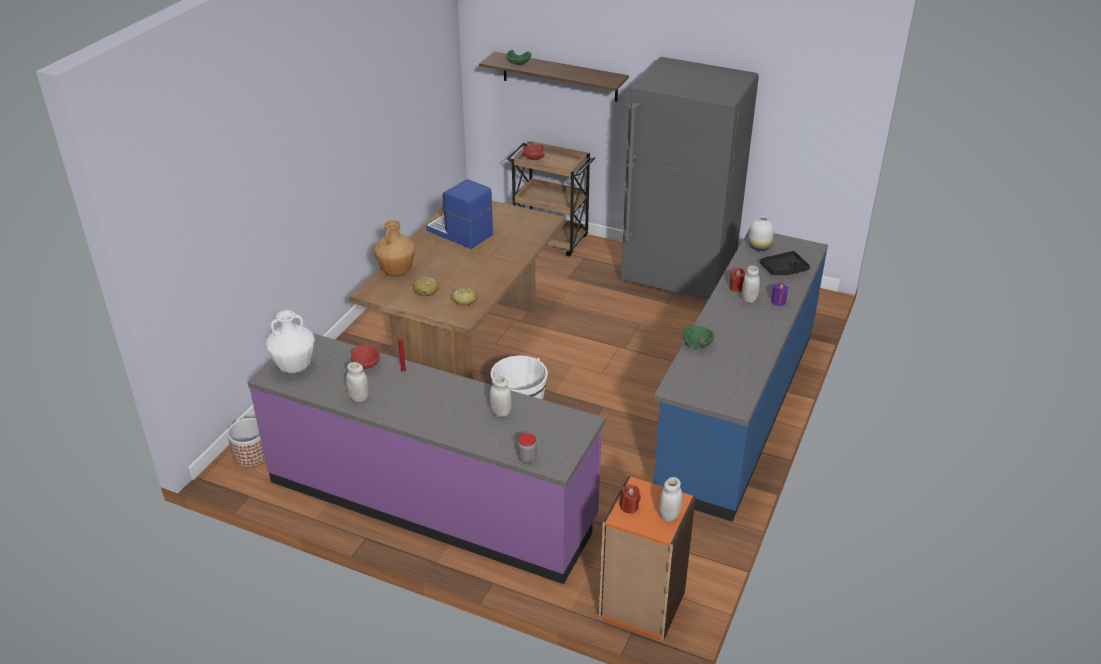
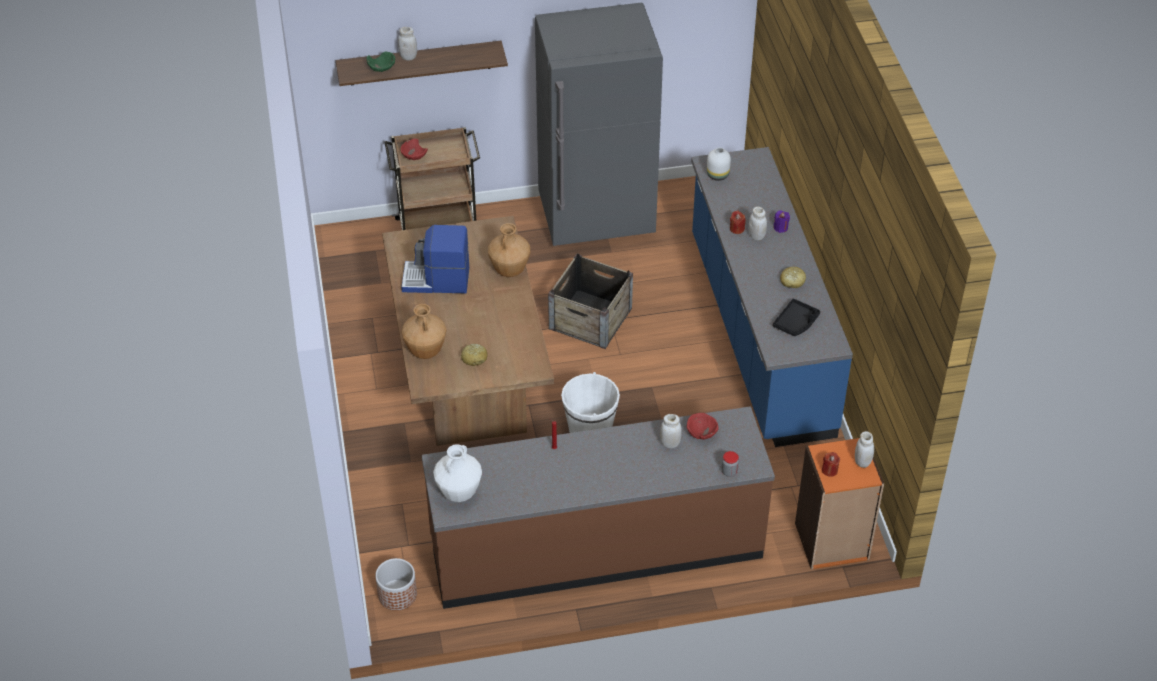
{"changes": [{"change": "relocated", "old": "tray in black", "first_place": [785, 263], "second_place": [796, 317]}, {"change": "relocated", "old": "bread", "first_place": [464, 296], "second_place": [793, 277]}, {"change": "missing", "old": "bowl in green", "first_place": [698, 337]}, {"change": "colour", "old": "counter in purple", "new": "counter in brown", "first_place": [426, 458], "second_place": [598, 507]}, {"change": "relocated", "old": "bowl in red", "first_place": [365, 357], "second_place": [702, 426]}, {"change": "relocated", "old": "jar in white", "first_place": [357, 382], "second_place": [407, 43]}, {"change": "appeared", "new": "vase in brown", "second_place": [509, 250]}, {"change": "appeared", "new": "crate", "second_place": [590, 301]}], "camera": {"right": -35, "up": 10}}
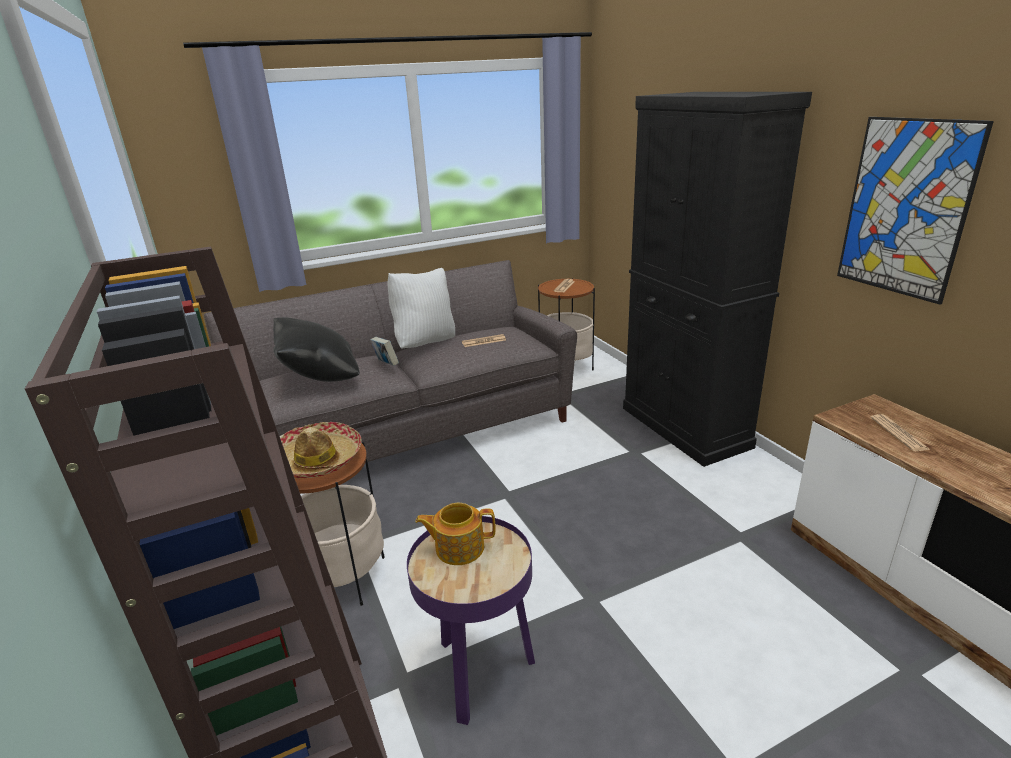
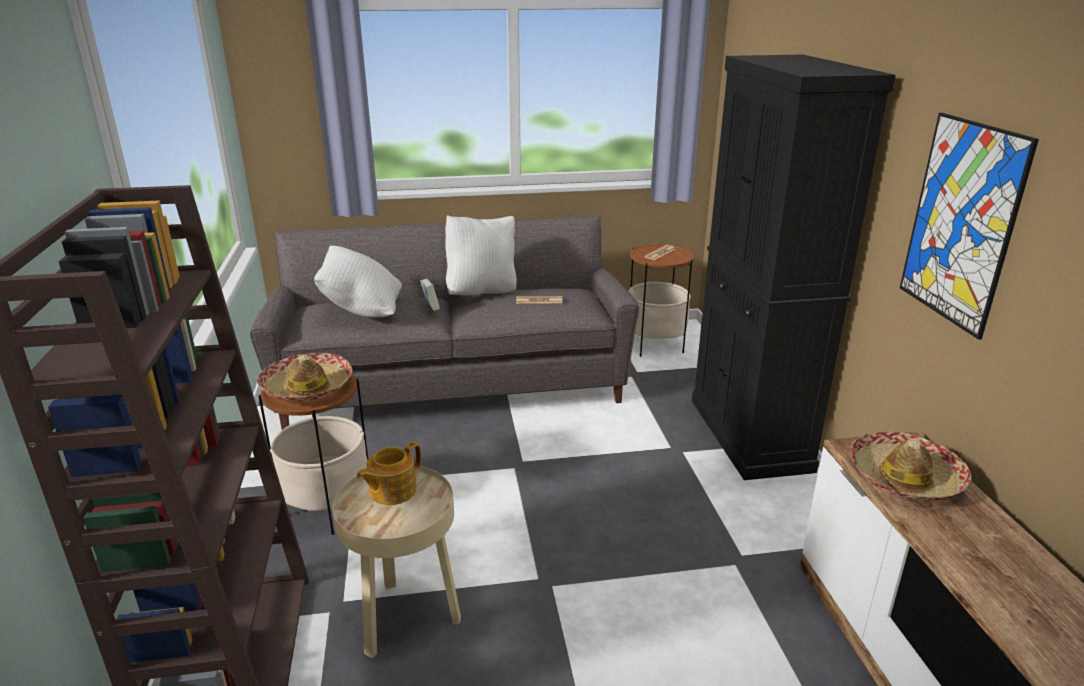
{"changes": [{"change": "colour", "old": "pillow in black", "new": "pillow in white", "first_place": [316, 349], "second_place": [358, 281]}, {"change": "exchanged", "old": "newspaper", "new": "hat", "first_place": [900, 432], "second_place": [911, 466]}, {"change": "spun", "old": "teapot", "first_place": [455, 534], "second_place": [388, 473], "degrees": -60}, {"change": "colour", "old": "side table in purple", "new": "side table in beige", "first_place": [471, 620], "second_place": [396, 562]}], "camera": {"right": 15, "up": 0}}
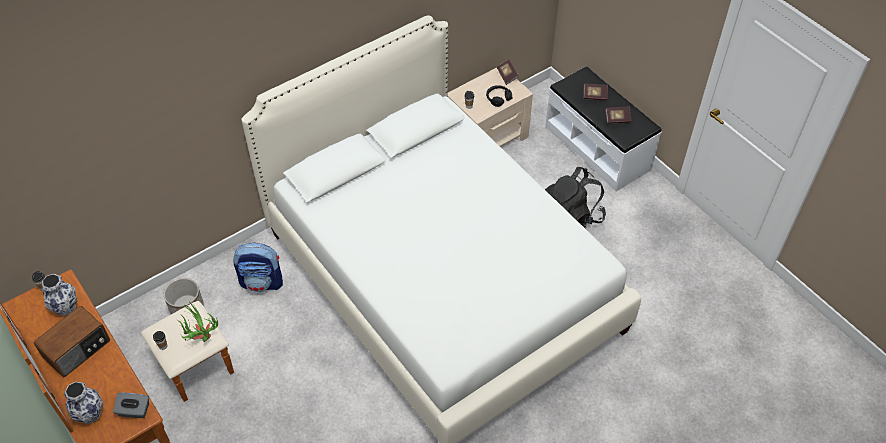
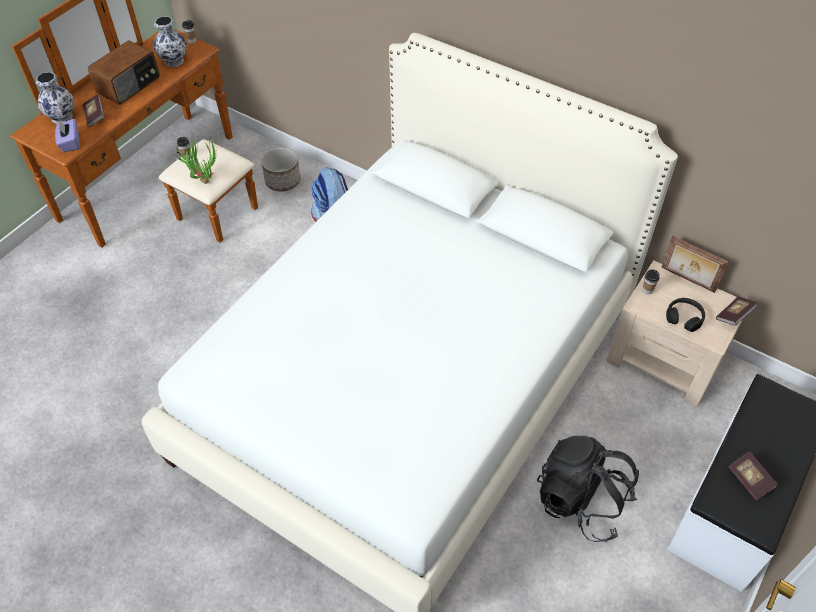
{"changes": [{"change": "relocated", "old": "book", "first_place": [596, 92], "second_place": [93, 110]}, {"change": "spun", "old": "radio", "first_place": [72, 341], "second_place": [124, 72], "degrees": -75}, {"change": "colour", "old": "tissue box in grey", "new": "tissue box in purple", "first_place": [131, 405], "second_place": [67, 135]}, {"change": "appeared", "new": "picture frame", "second_place": [695, 264]}], "camera": {"right": 70, "up": 0}}
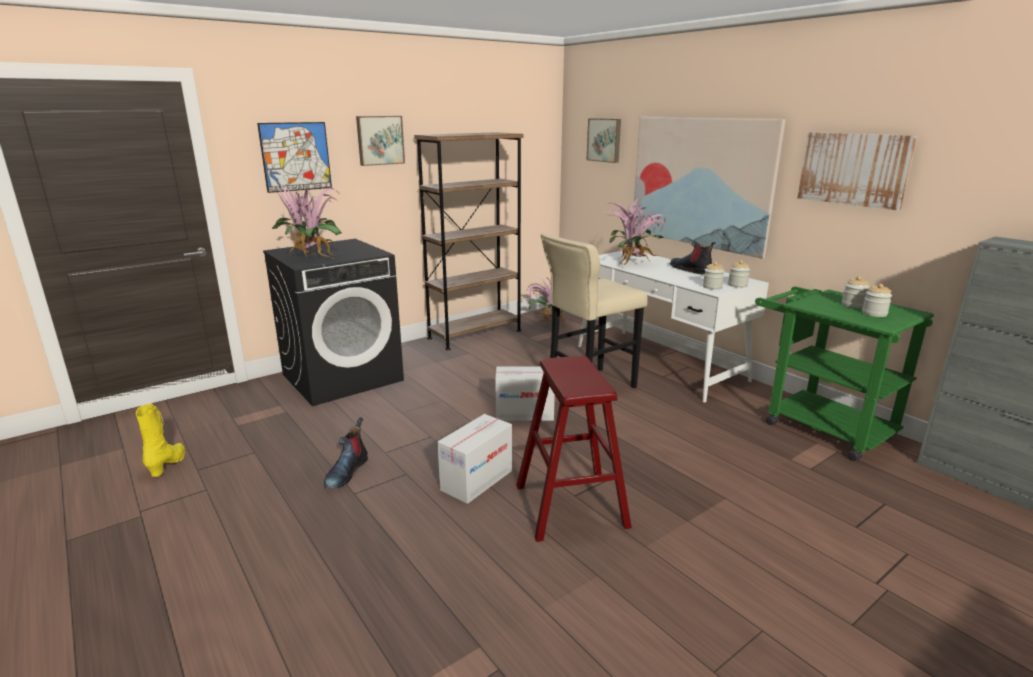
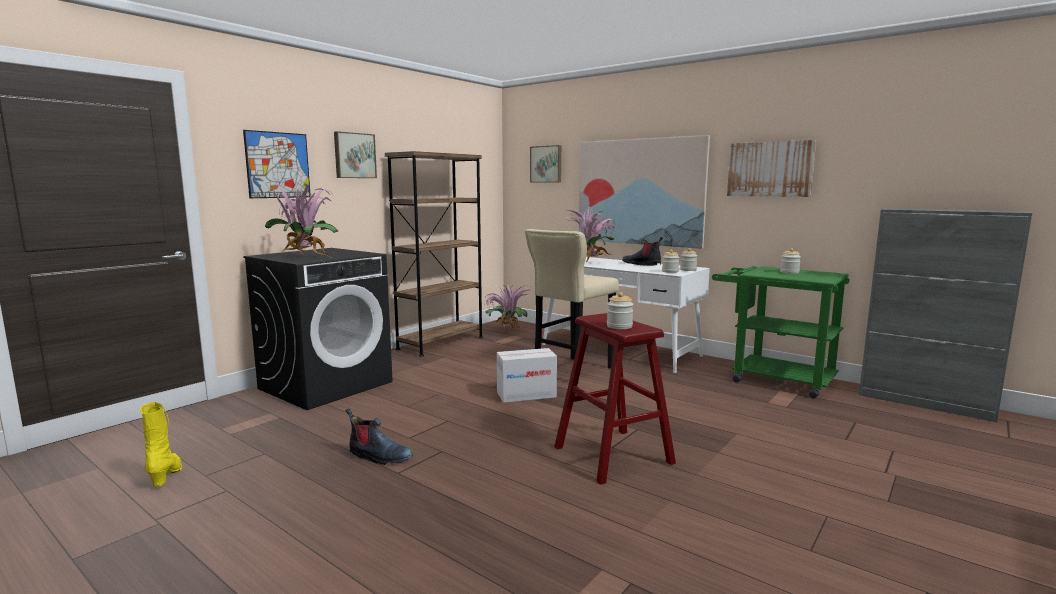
{"changes": [{"change": "relocated", "old": "jar", "first_place": [877, 300], "second_place": [620, 310]}, {"change": "missing", "old": "cardboard box", "first_place": [474, 459]}, {"change": "spun", "old": "boot", "first_place": [346, 453], "second_place": [379, 437], "degrees": -75}], "camera": {"right": -15, "up": -10}}
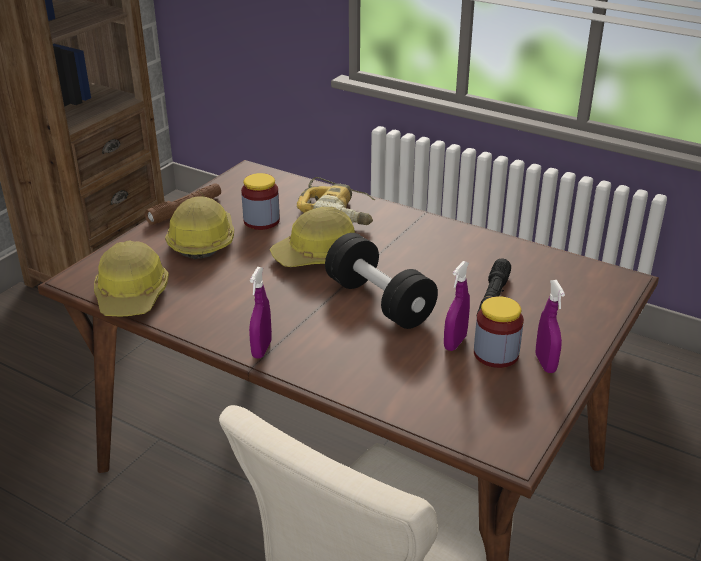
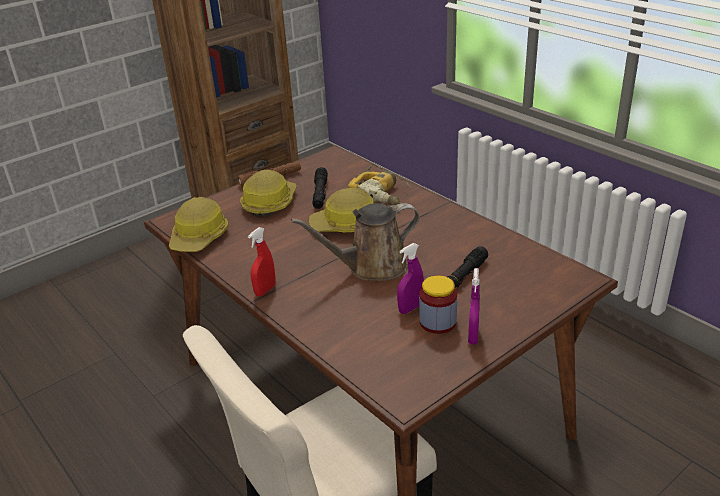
{"changes": [{"change": "exchanged", "old": "jar", "new": "flashlight in black", "first_place": [260, 201], "second_place": [320, 188]}, {"change": "exchanged", "old": "dumbbell in black", "new": "watering can in brown", "first_place": [381, 281], "second_place": [355, 242]}, {"change": "colour", "old": "spray bottle in purple", "new": "spray bottle in red", "first_place": [260, 312], "second_place": [262, 261]}], "camera": {"right": 20, "up": 0}}
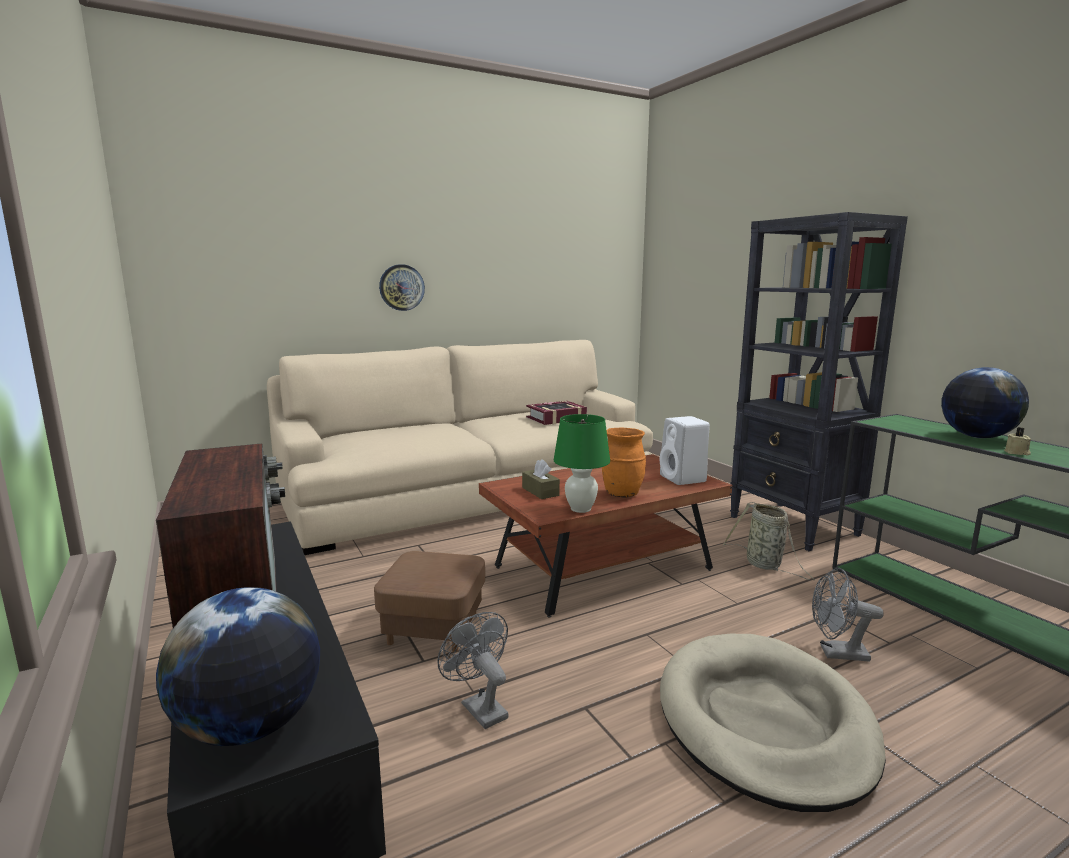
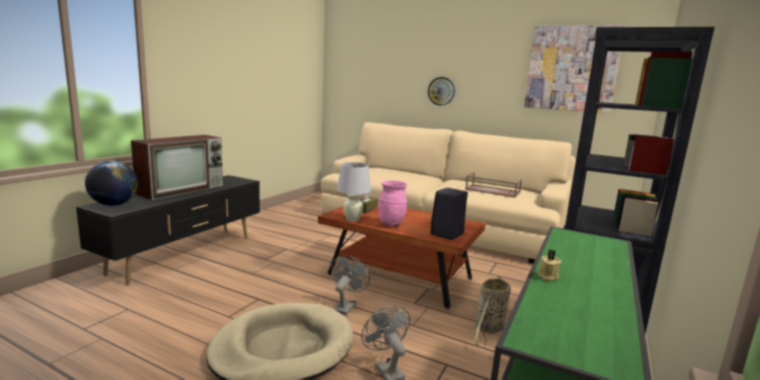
{"changes": [{"change": "missing", "old": "globe", "first_place": [985, 402]}, {"change": "exchanged", "old": "book", "new": "tray in brown", "first_place": [556, 413], "second_place": [493, 185]}, {"change": "colour", "old": "table lamp in green", "new": "table lamp in white", "first_place": [582, 463], "second_place": [354, 192]}, {"change": "colour", "old": "speaker in white", "new": "speaker in black", "first_place": [685, 450], "second_place": [449, 214]}, {"change": "colour", "old": "vase in orange", "new": "vase in pink", "first_place": [624, 462], "second_place": [392, 203]}, {"change": "missing", "old": "ottoman in brown", "first_place": [429, 601]}, {"change": "relocated", "old": "fan in grey", "first_place": [473, 670], "second_place": [350, 285]}, {"change": "appeared", "new": "picture", "second_place": [575, 69]}], "camera": {"right": 55, "up": 0}}
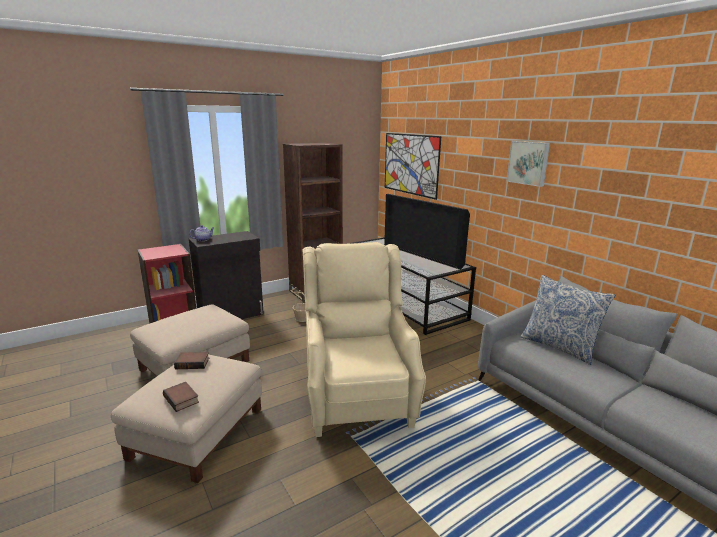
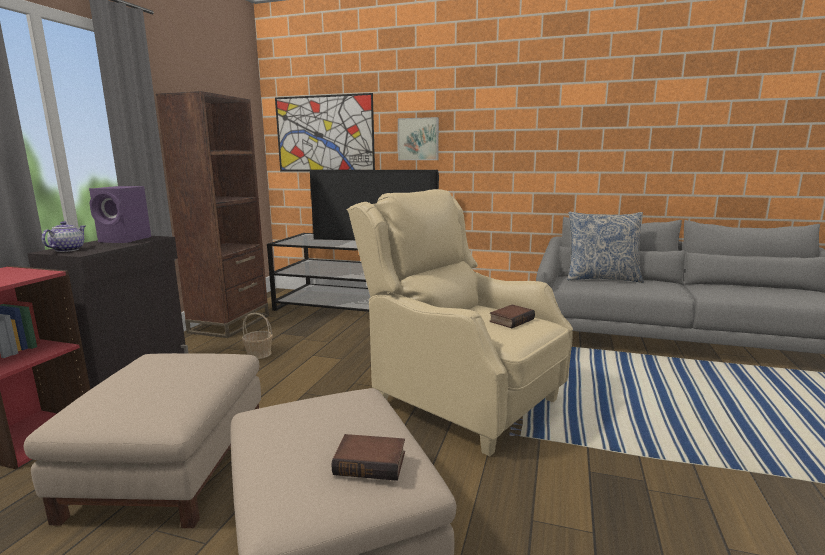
{"changes": [{"change": "relocated", "old": "picture", "first_place": [528, 164], "second_place": [418, 138]}, {"change": "relocated", "old": "book", "first_place": [191, 360], "second_place": [512, 316]}, {"change": "appeared", "new": "speaker in purple", "second_place": [120, 214]}], "camera": {"right": -40, "up": -5}}
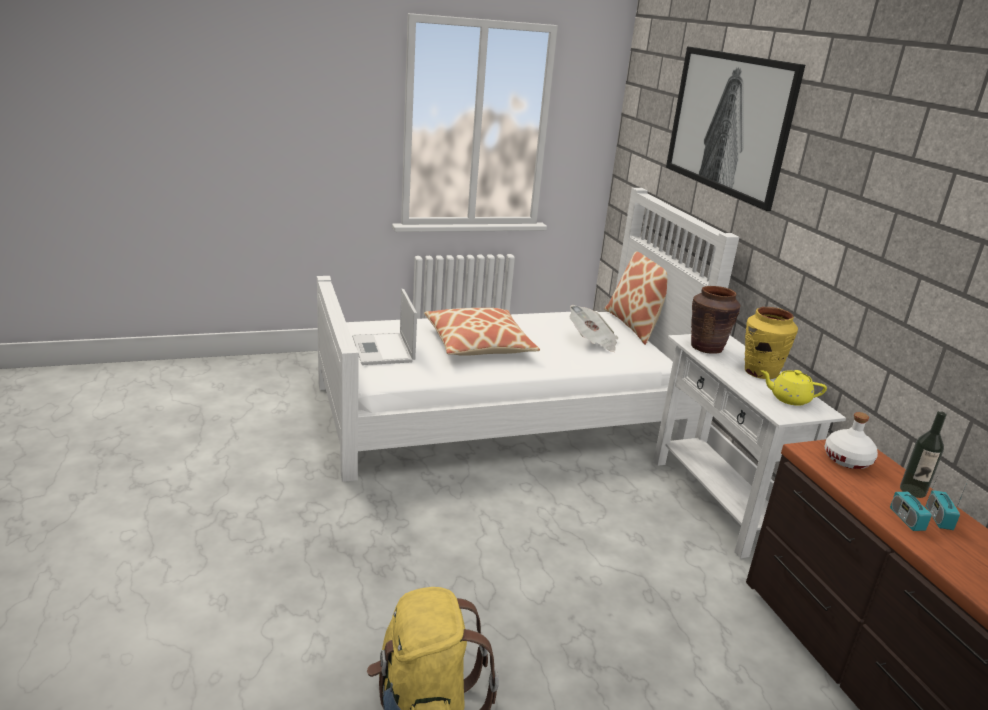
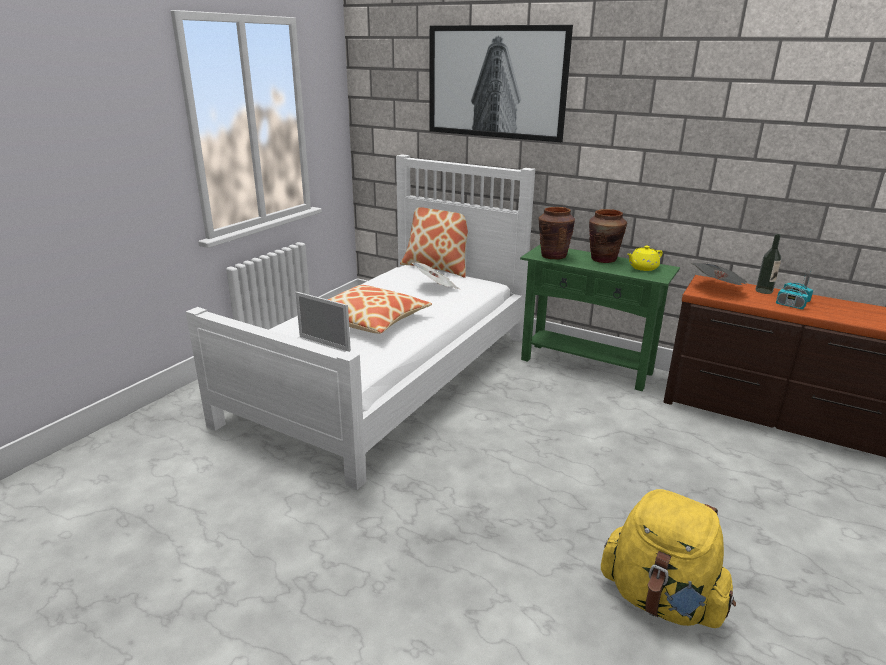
{"changes": [{"change": "colour", "old": "vase in yellow", "new": "vase in brown", "first_place": [771, 343], "second_place": [608, 236]}, {"change": "colour", "old": "console table in white", "new": "console table in green", "first_place": [749, 446], "second_place": [600, 318]}, {"change": "exchanged", "old": "bottle in white", "new": "newspaper", "first_place": [851, 440], "second_place": [719, 274]}], "camera": {"right": -40, "up": 0}}
